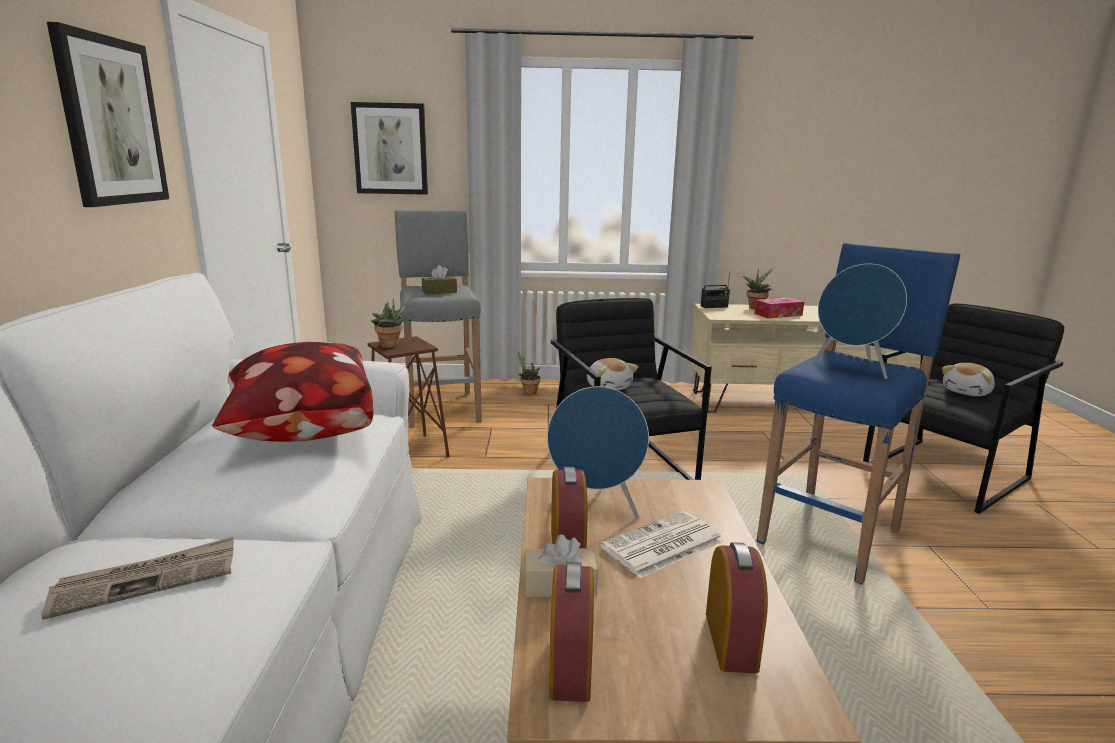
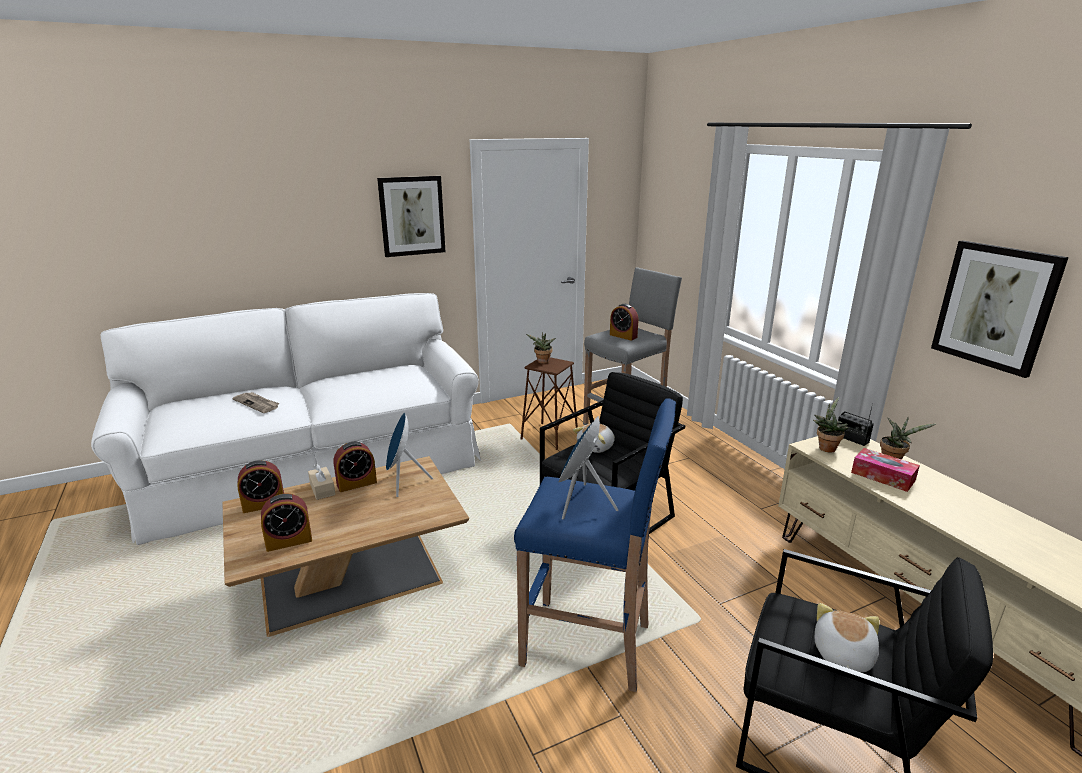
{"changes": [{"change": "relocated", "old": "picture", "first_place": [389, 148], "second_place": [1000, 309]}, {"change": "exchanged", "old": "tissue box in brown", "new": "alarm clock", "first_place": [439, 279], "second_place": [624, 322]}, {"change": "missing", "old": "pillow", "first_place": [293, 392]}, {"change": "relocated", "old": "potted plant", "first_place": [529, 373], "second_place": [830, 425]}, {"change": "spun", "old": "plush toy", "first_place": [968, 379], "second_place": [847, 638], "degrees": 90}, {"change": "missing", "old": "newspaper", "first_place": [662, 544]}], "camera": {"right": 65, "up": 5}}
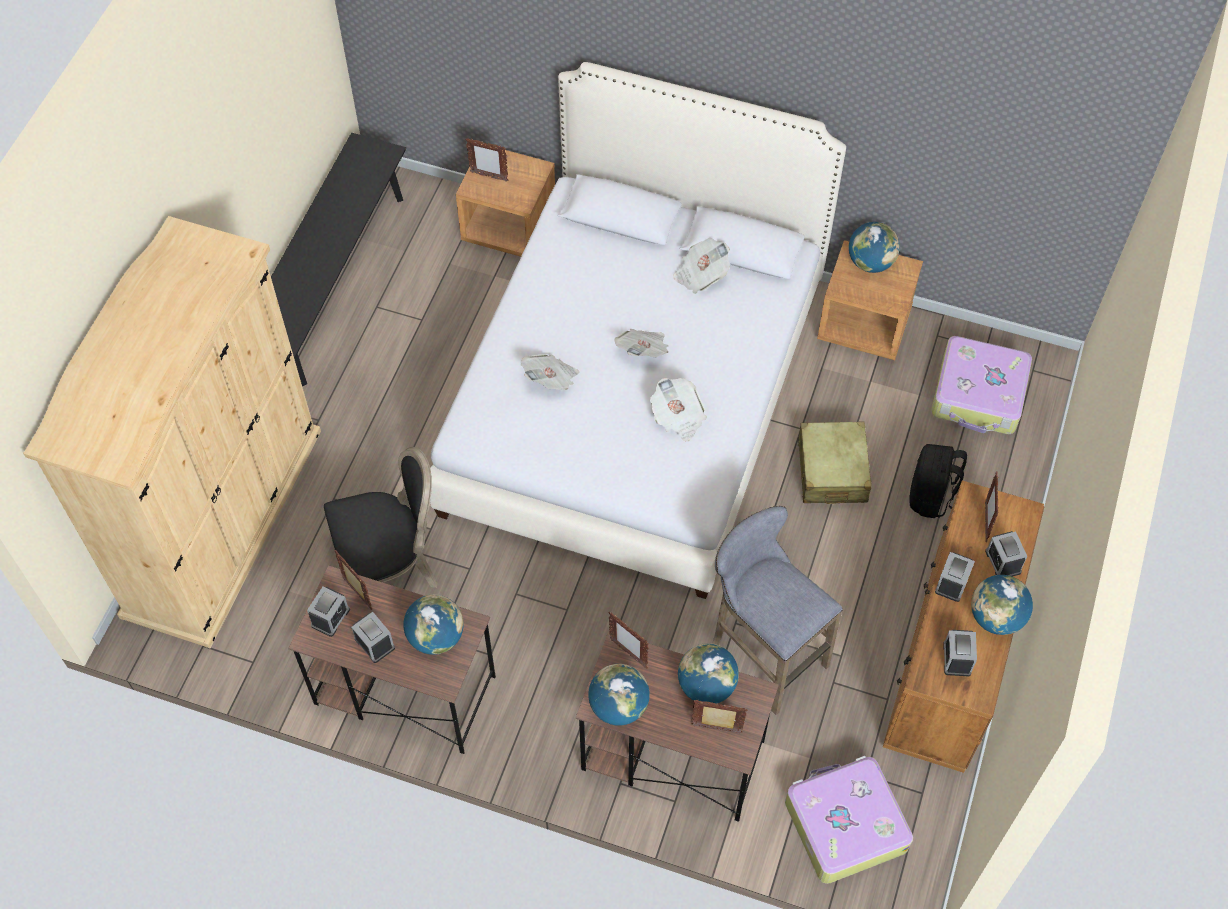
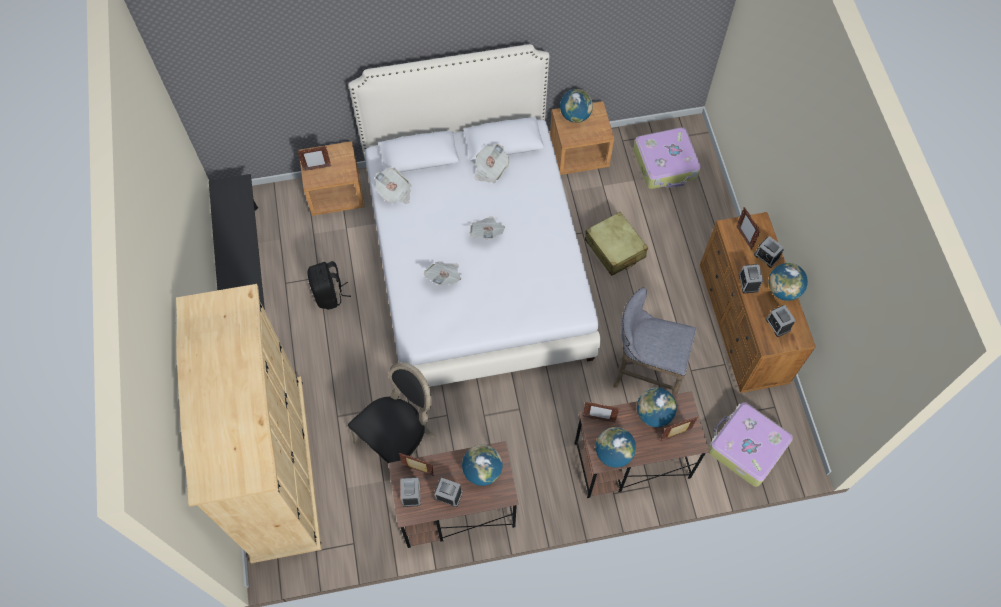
{"changes": [{"change": "relocated", "old": "newspaper", "first_place": [678, 409], "second_place": [393, 186]}, {"change": "relocated", "old": "backpack in black", "first_place": [938, 481], "second_place": [329, 285]}], "camera": {"right": -30, "up": 5}}
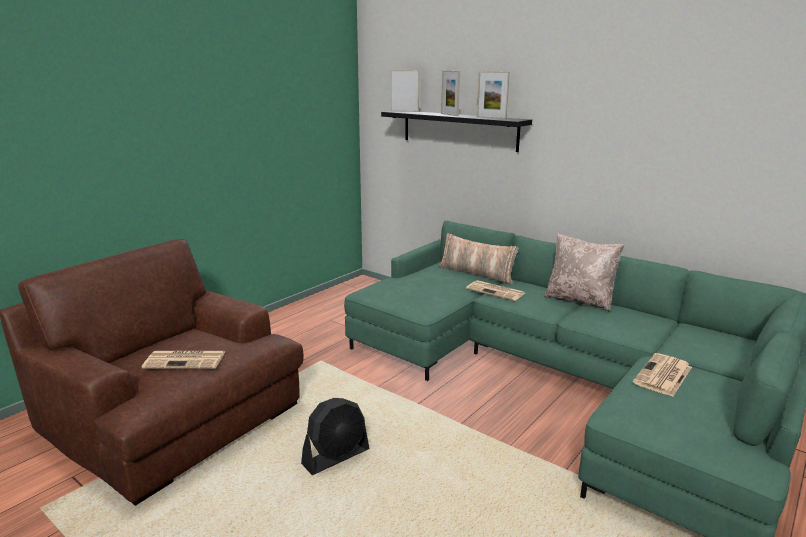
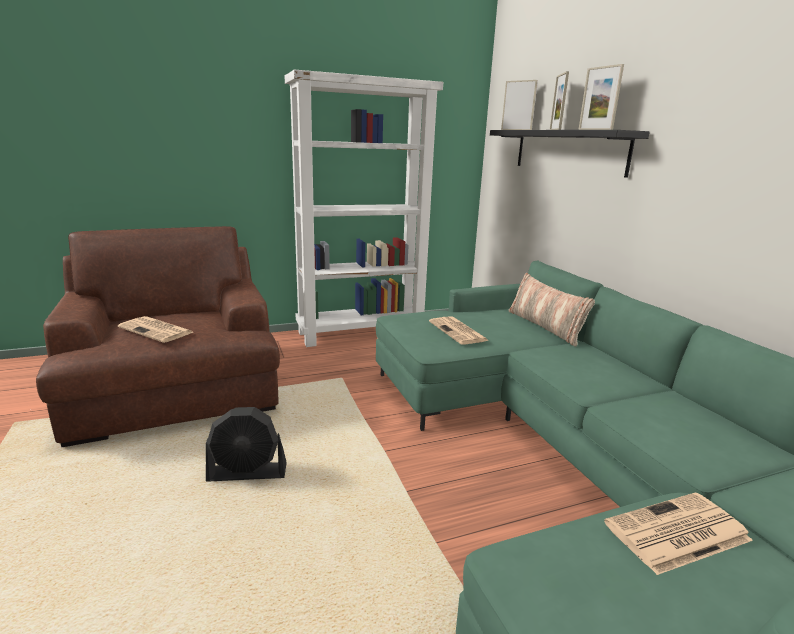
{"changes": [{"change": "missing", "old": "pillow in beige", "first_place": [584, 273]}, {"change": "relocated", "old": "newspaper", "first_place": [495, 290], "second_place": [459, 330]}, {"change": "appeared", "new": "bookcase in white", "second_place": [364, 208]}], "camera": {"right": 30, "up": 0}}
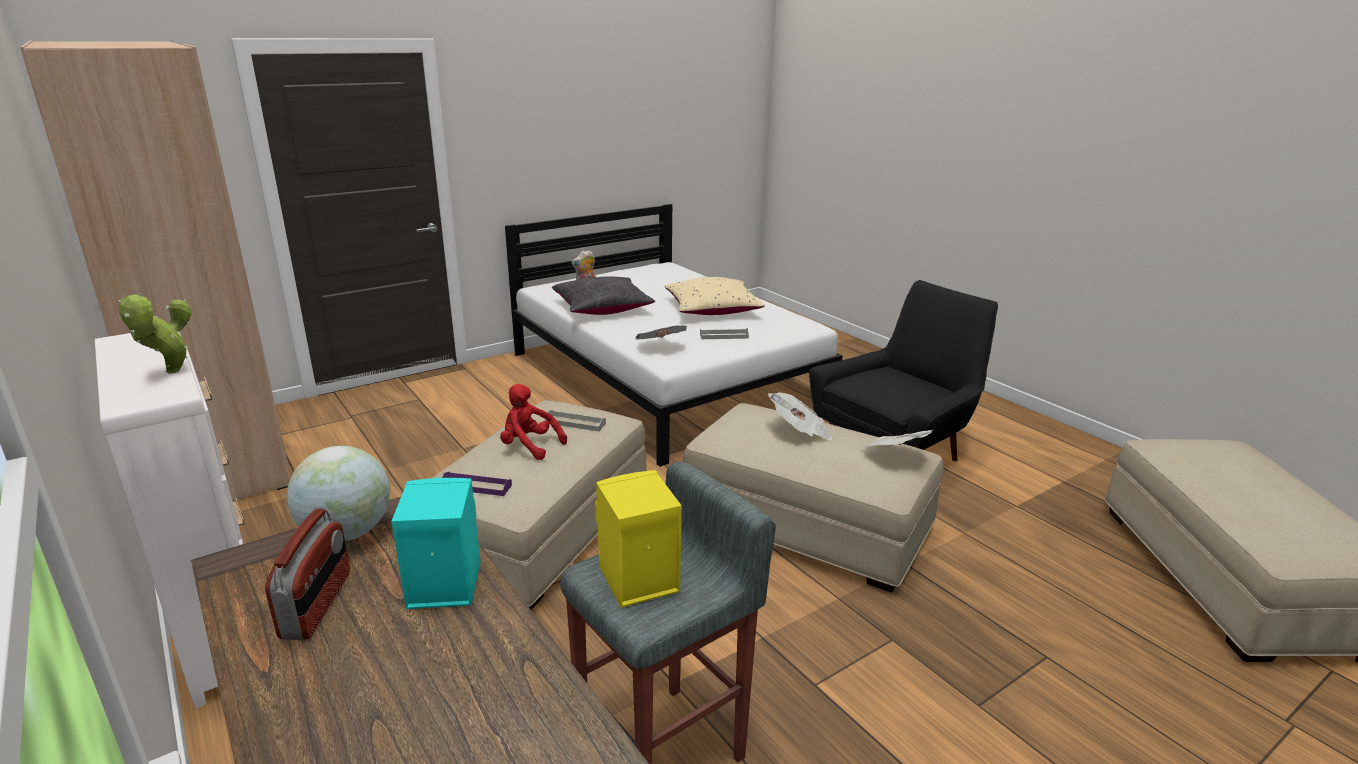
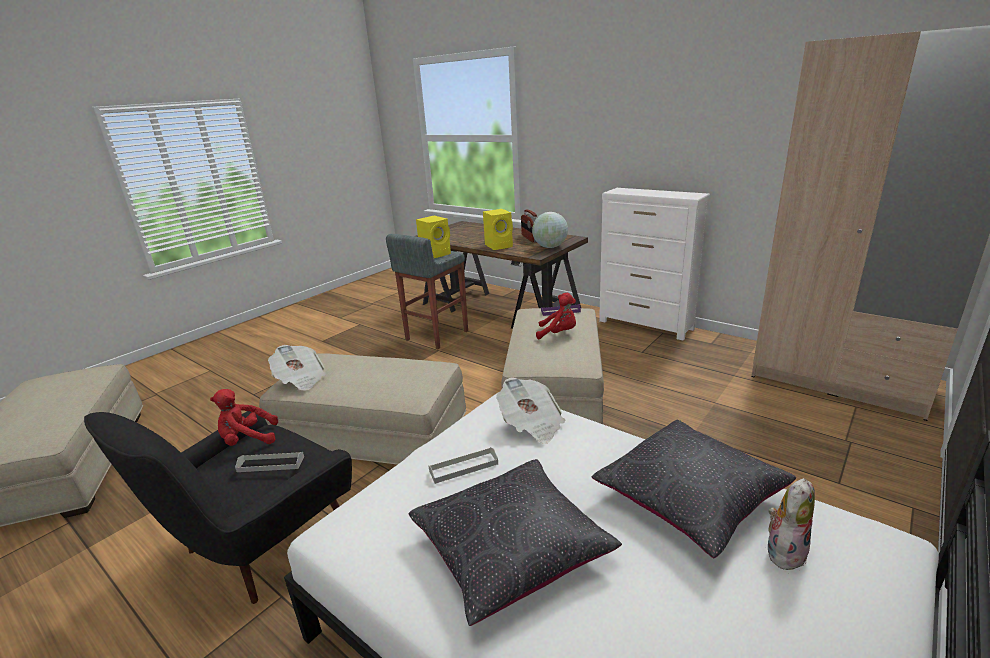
{"changes": [{"change": "colour", "old": "pillow in beige", "new": "pillow in black", "first_place": [714, 296], "second_place": [515, 542]}, {"change": "missing", "old": "potted plant", "first_place": [154, 333]}, {"change": "missing", "old": "newspaper", "first_place": [800, 416]}, {"change": "relocated", "old": "tray in grey", "first_place": [575, 420], "second_place": [269, 462]}, {"change": "colour", "old": "speaker in turquoise", "new": "speaker in yellow", "first_place": [436, 543], "second_place": [498, 229]}, {"change": "appeared", "new": "plush toy in red", "second_place": [244, 417]}], "camera": {"right": 165, "up": 0}}
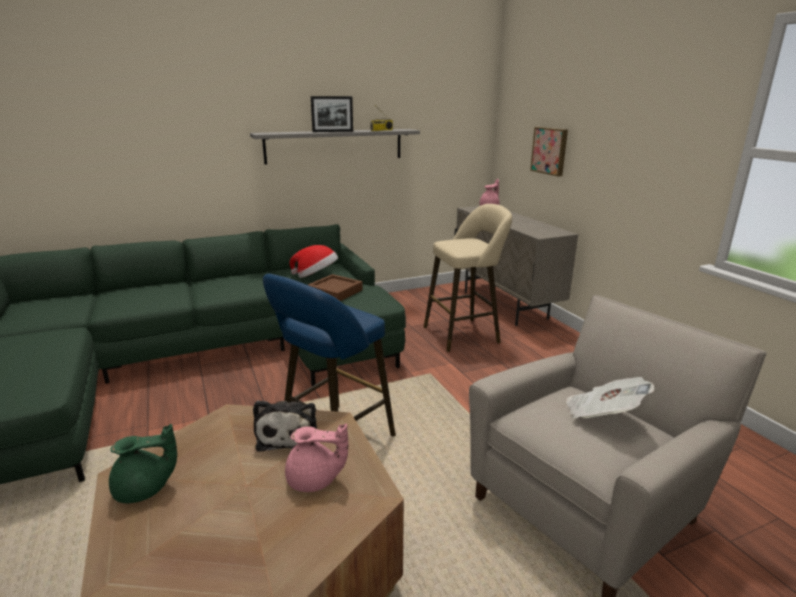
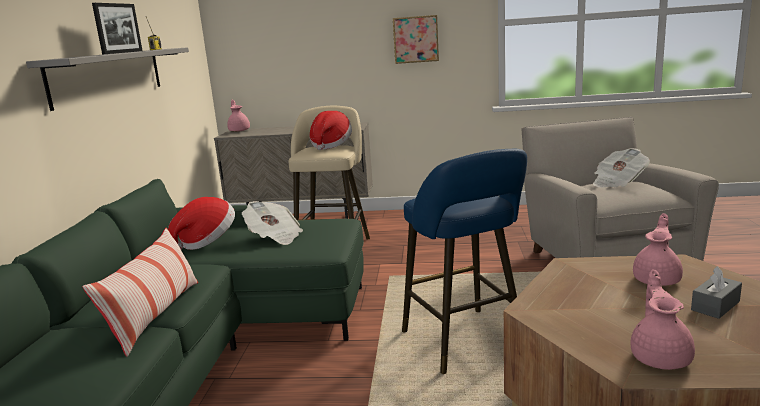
{"changes": [{"change": "relocated", "old": "picture", "first_place": [549, 151], "second_place": [416, 39]}, {"change": "exchanged", "old": "tray in brown", "new": "newspaper", "first_place": [335, 287], "second_place": [272, 223]}, {"change": "missing", "old": "plush toy", "first_place": [285, 425]}, {"change": "colour", "old": "teapot in green", "new": "teapot in pink", "first_place": [143, 463], "second_place": [662, 320]}, {"change": "appeared", "new": "hat", "second_place": [330, 130]}, {"change": "appeared", "new": "pillow", "second_place": [140, 292]}, {"change": "appeared", "new": "tissue box in grey", "second_place": [716, 292]}], "camera": {"right": -60, "up": -5}}
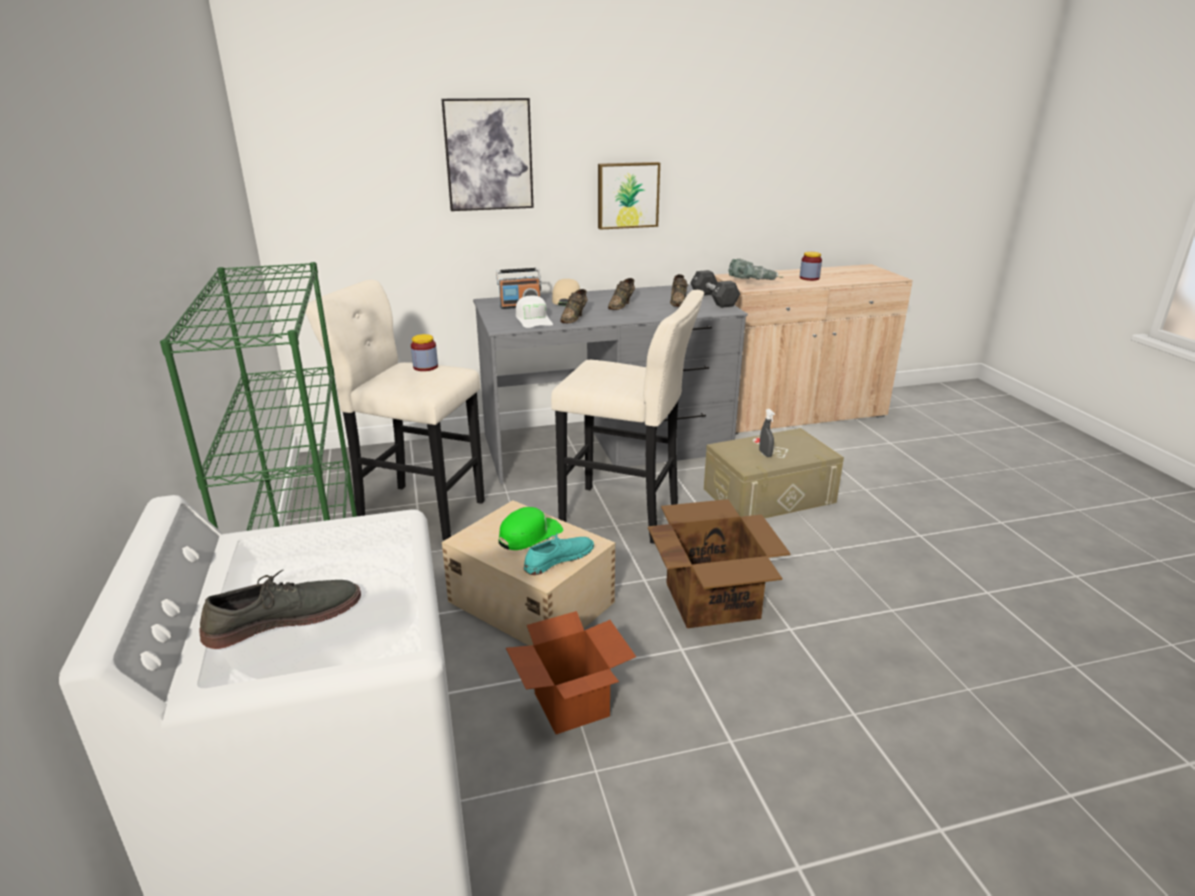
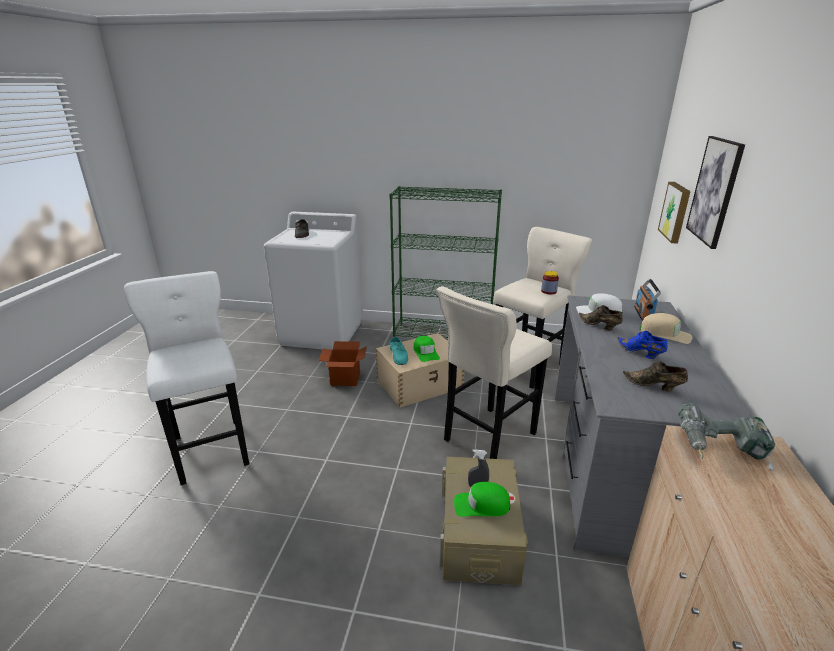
{"changes": [{"change": "relocated", "old": "picture", "first_place": [629, 196], "second_place": [674, 213]}, {"change": "missing", "old": "jar", "first_place": [811, 266]}, {"change": "missing", "old": "dumbbell in black", "first_place": [715, 289]}, {"change": "colour", "old": "shoe in brown", "new": "shoe in blue", "first_place": [621, 294], "second_place": [643, 345]}, {"change": "missing", "old": "cardboard box", "first_place": [719, 563]}, {"change": "appeared", "new": "stool in white", "second_place": [186, 378]}, {"change": "appeared", "new": "cap in green", "second_place": [482, 499]}], "camera": {"right": 115, "up": 0}}
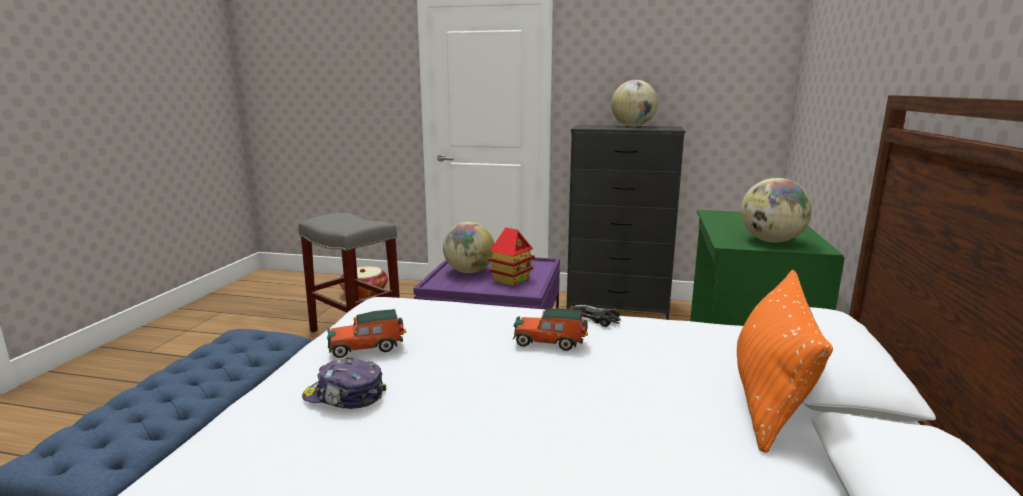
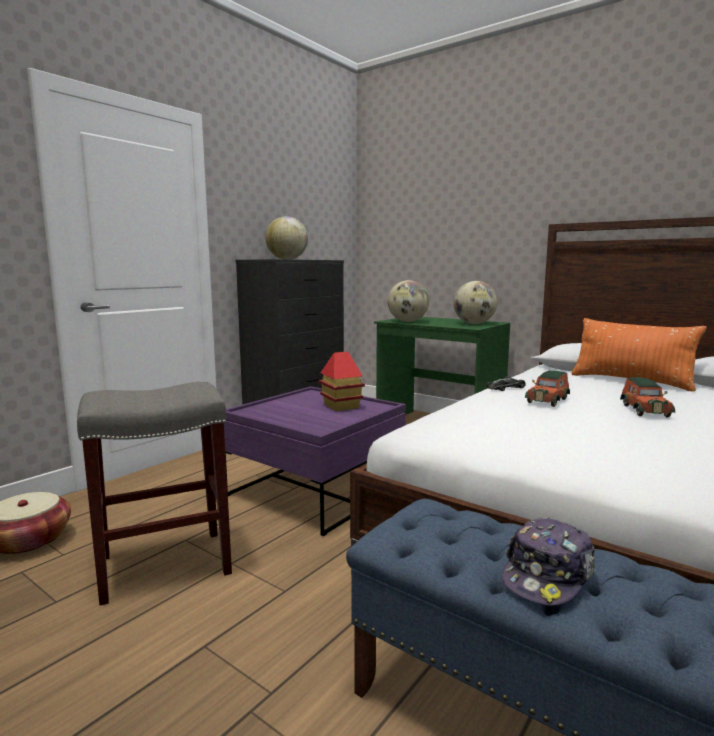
{"changes": [{"change": "relocated", "old": "globe", "first_place": [468, 247], "second_place": [408, 301]}, {"change": "relocated", "old": "toy car", "first_place": [366, 333], "second_place": [647, 397]}, {"change": "relocated", "old": "cap", "first_place": [344, 383], "second_place": [548, 561]}], "camera": {"right": -65, "up": -5}}
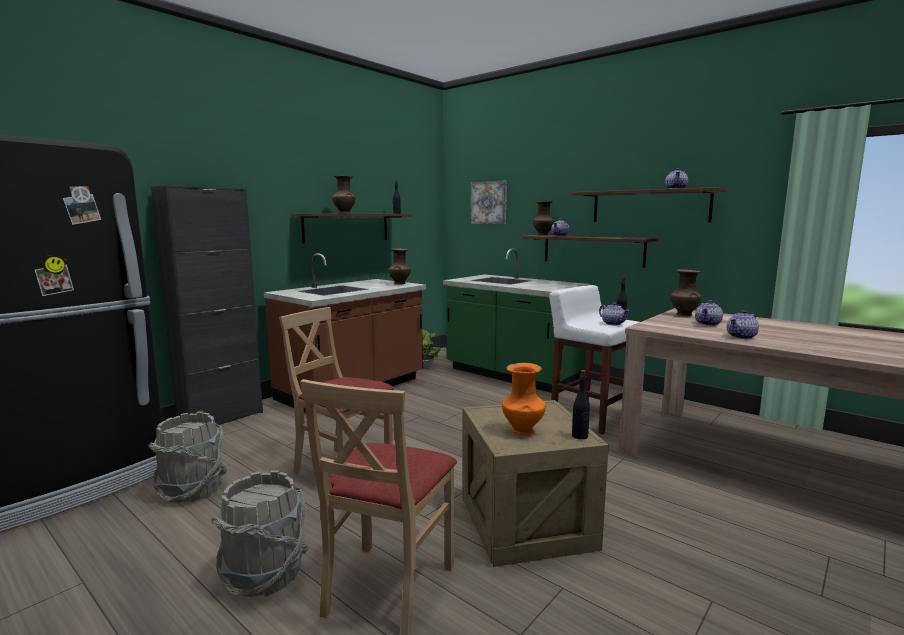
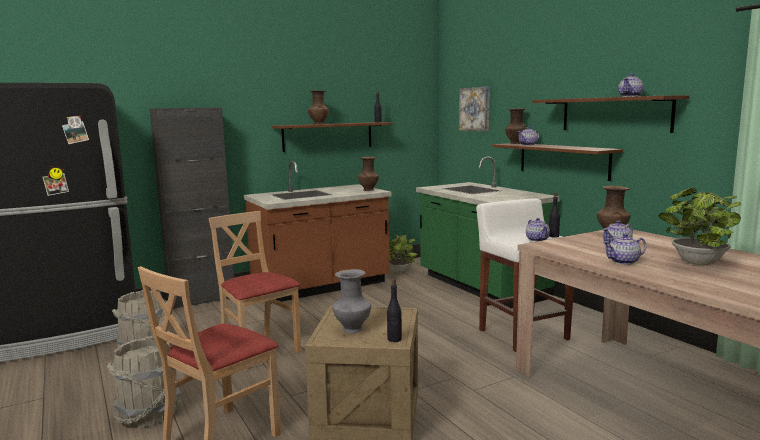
{"changes": [{"change": "colour", "old": "vase in orange", "new": "vase in grey", "first_place": [524, 399], "second_place": [352, 301]}, {"change": "appeared", "new": "potted plant", "second_place": [699, 226]}], "camera": {"right": 20, "up": 0}}
